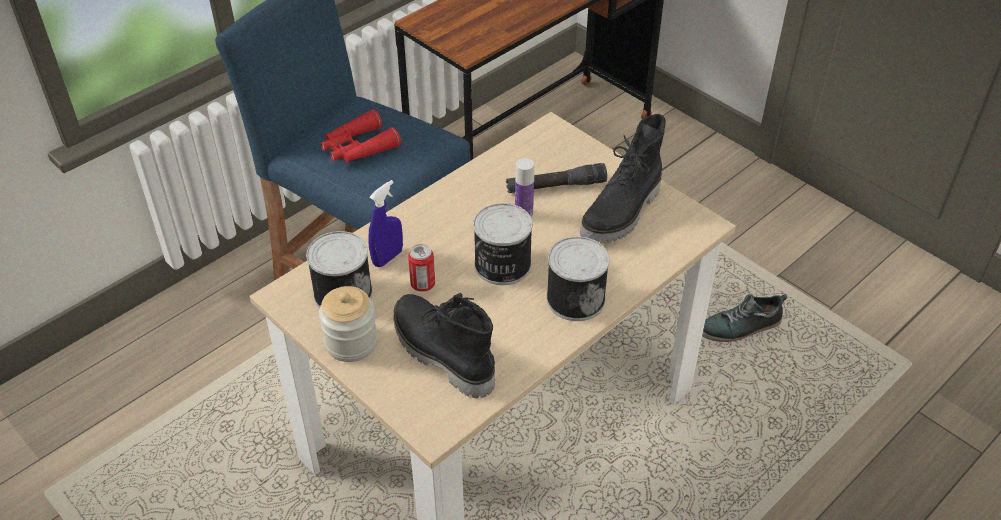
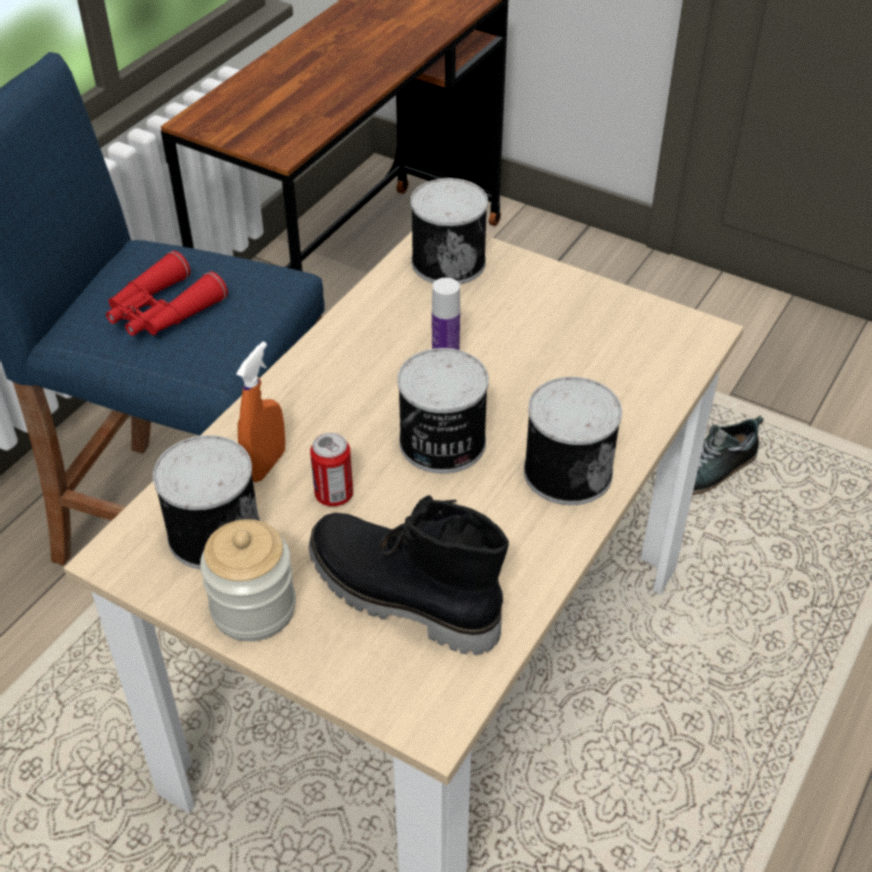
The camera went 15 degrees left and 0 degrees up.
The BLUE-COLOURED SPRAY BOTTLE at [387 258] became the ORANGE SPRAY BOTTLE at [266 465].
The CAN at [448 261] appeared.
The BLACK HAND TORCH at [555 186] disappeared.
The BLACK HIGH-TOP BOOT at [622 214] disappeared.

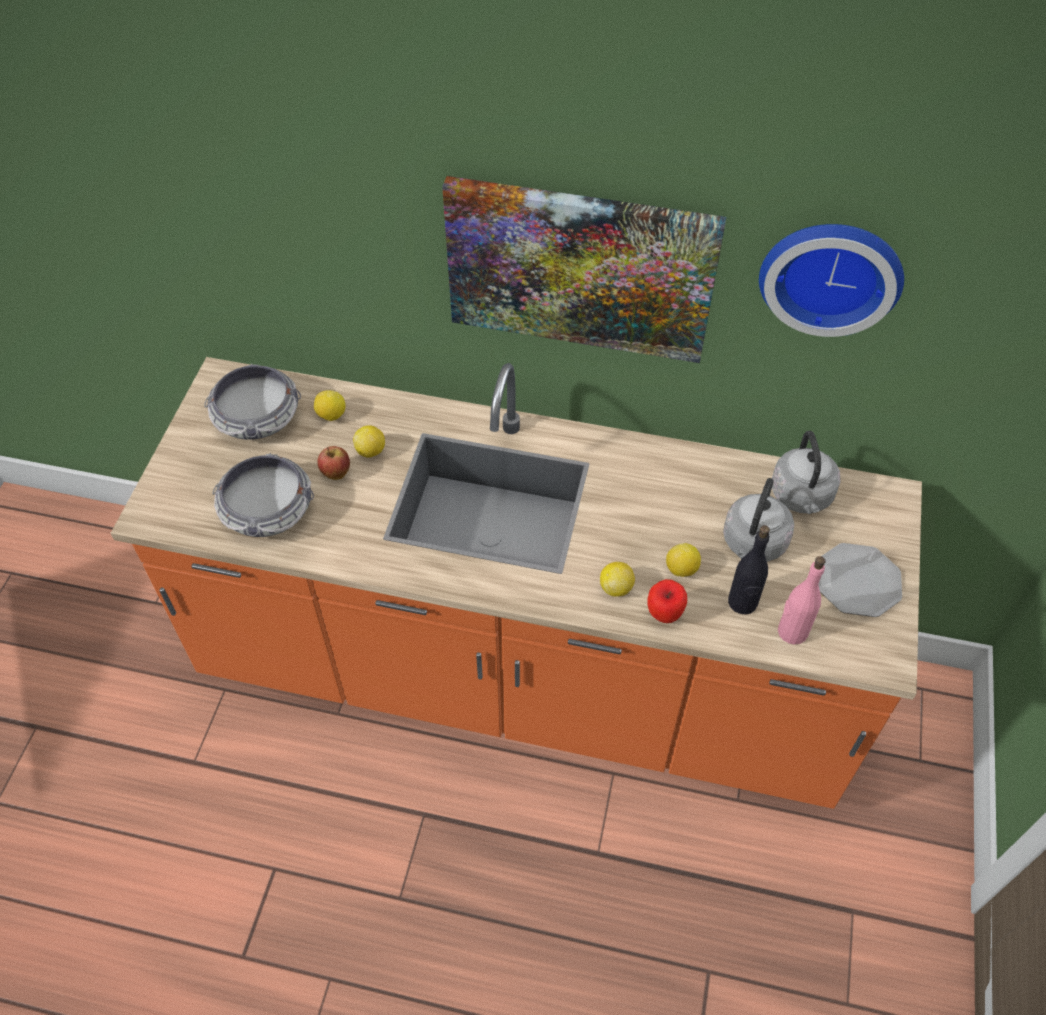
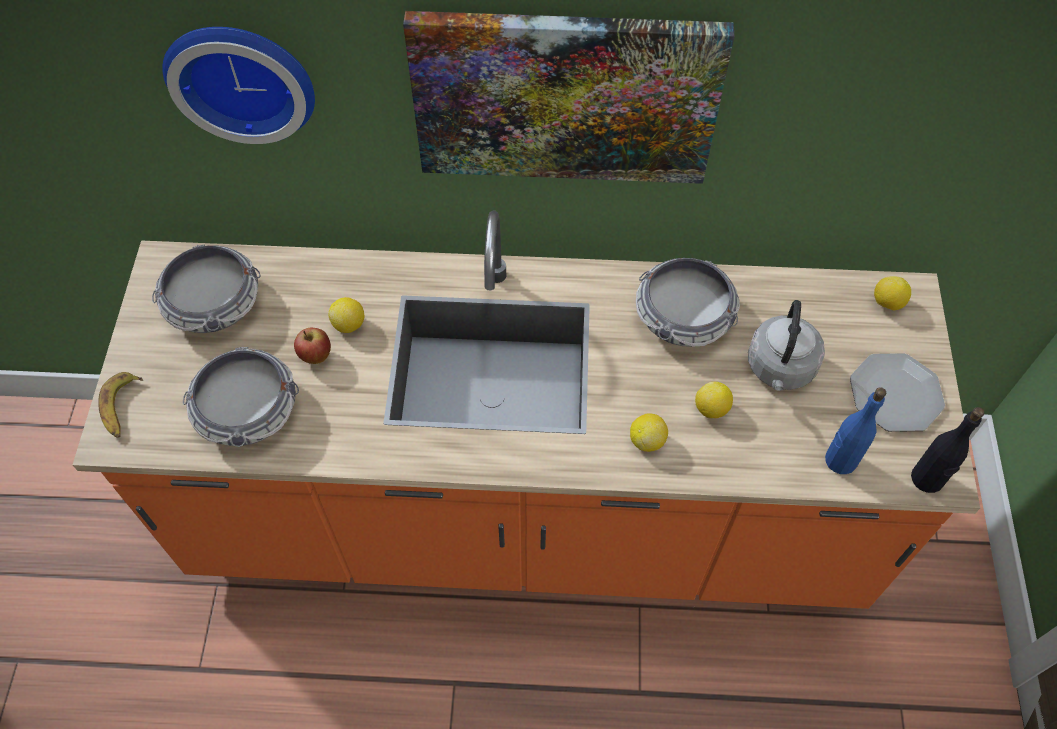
The camera went 10 degrees left and 5 degrees up.
The WHOLE BANANA at [121 408] appeared.
The CLOCK ON THE WALL moved from [831 272] to [242 76].
The BOWL at [684 316] appeared.
The PINK-COLOURED BOTTLE at [792 631] became the BLUE-COLOURED BOTTLE at [840 460].
The LEMON moved from [331 415] to [887 303].
The BLACK BOTTLE moved from [742 602] to [927 479].
The APPLE FRUIT at [664 616] disappeared.
The GREYISH TEA KETTLE at [801 497] disappeared.

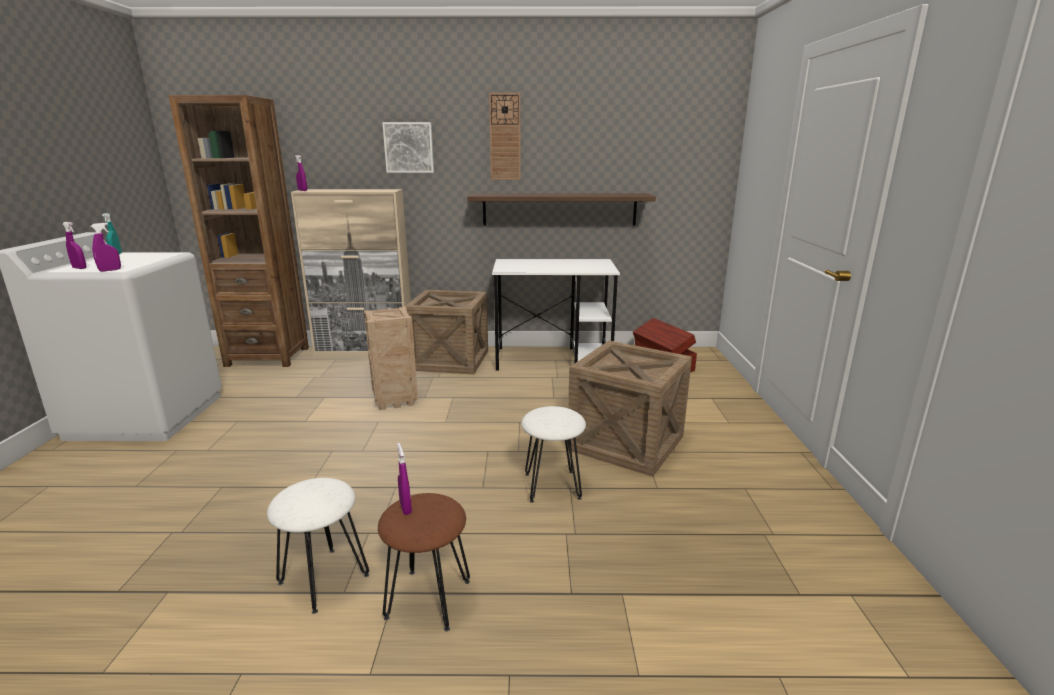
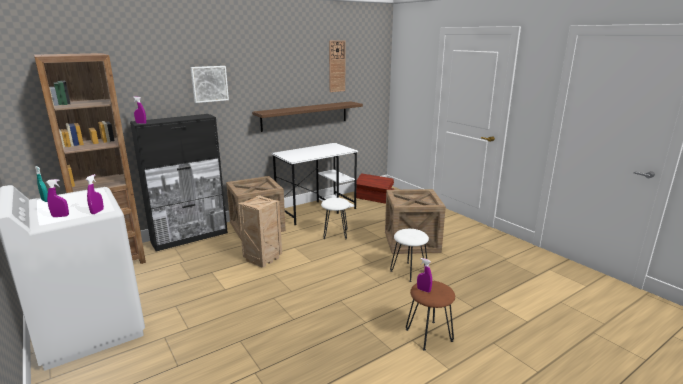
The camera went 35 degrees left and 0 degrees up.
The BEIGE CABINET at [366 353] became the BLACK CABINET at [190 237].
The WHITE STOOL SEAT moved from [323 579] to [335 234].
The CLOCK ON THE WALL moved from [505 137] to [337 66].

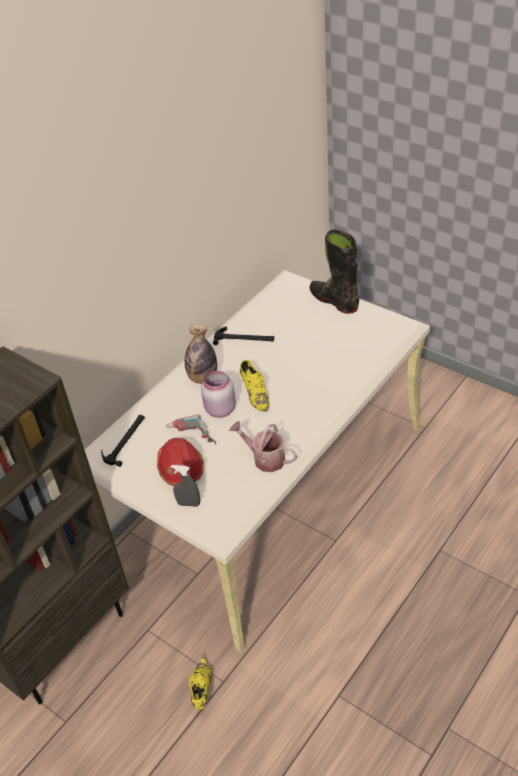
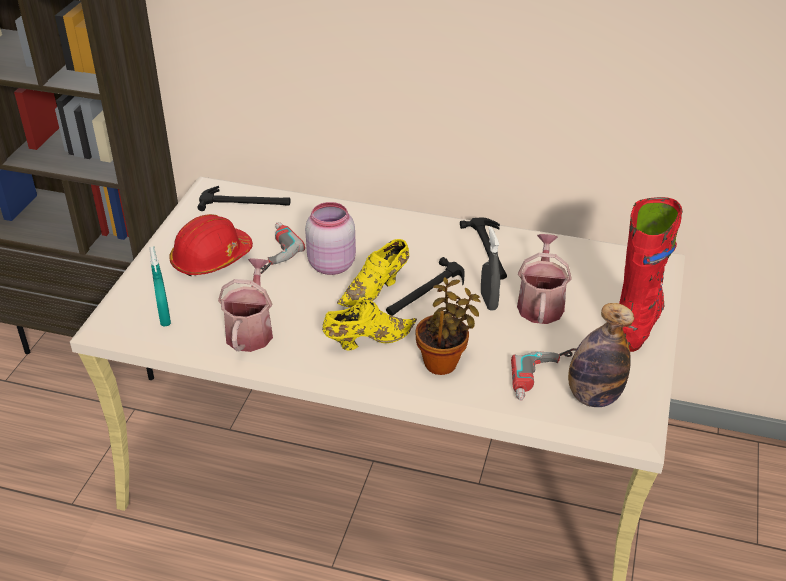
The camera went 65 degrees right and 5 degrees down.
The TURQUOISE SPRAY BOTTLE at [164 317] appeared.
The YELLOW LOW SHOE moved from [201 690] to [366 340].
The HAMMER at [425 292] appeared.
The HOUSEPLANT at [443 362] appeared.
The GREYISH SPRAY BOTTLE moved from [188 504] to [488 301].
The ELECTRIC DRILL at [546 378] appeared.
The WATERING CAN at [540 303] appeared.
The BOTTLE moved from [202 378] to [593 396].
The BLACK HIGH-TOP BOOT at [334 301] became the RED HIGH-TOP BOOT at [637 322].

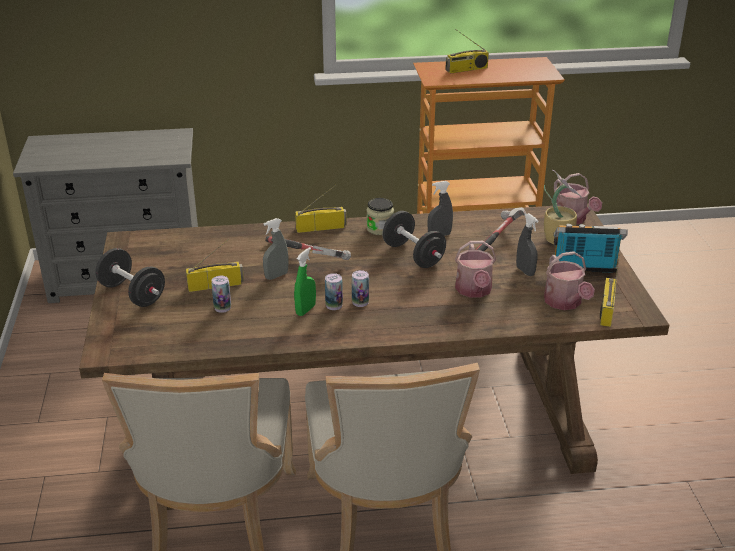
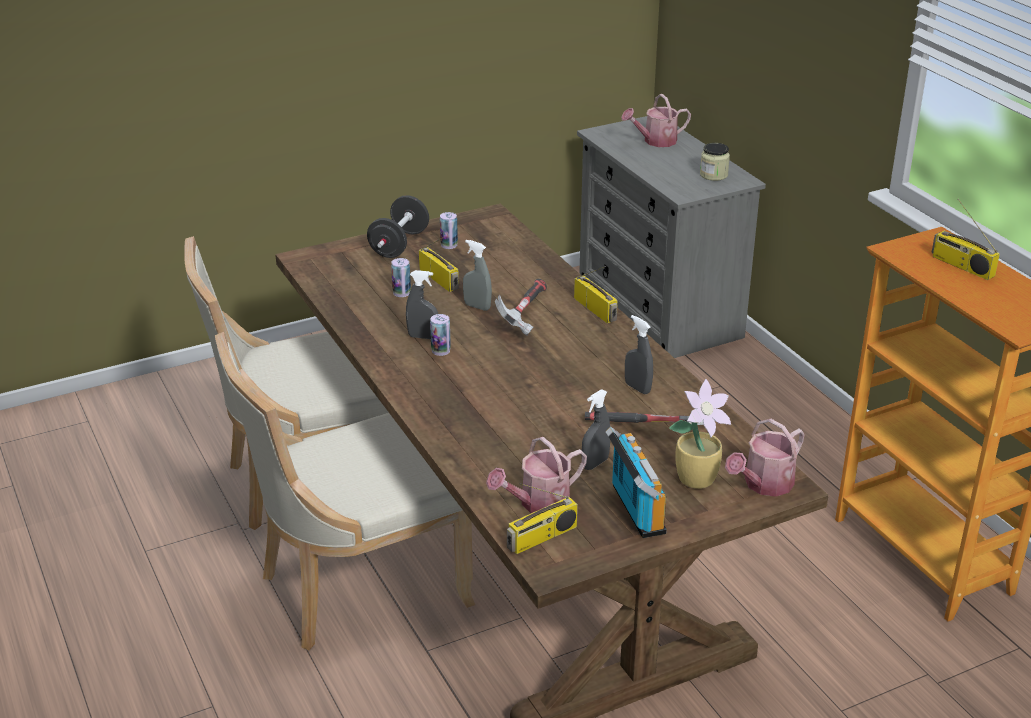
The camera went 70 degrees right and 0 degrees up.
The GREEN-COLOURED SPRAY BOTTLE at [305 310] became the GREYISH SPRAY BOTTLE at [423 337].
The CAN moved from [360 302] to [449 245].
The RADIO at [606 310] turned 150 degrees clockwise.
The WATERING CAN moved from [474 291] to [655 141].
The PRESERVE JAR moved from [380 229] to [713 175].
The BLACK HAND WEIGHT at [413 255] disappeared.

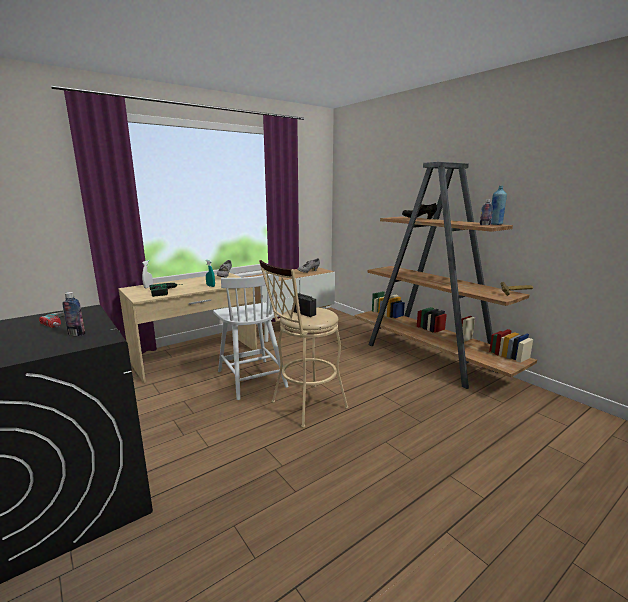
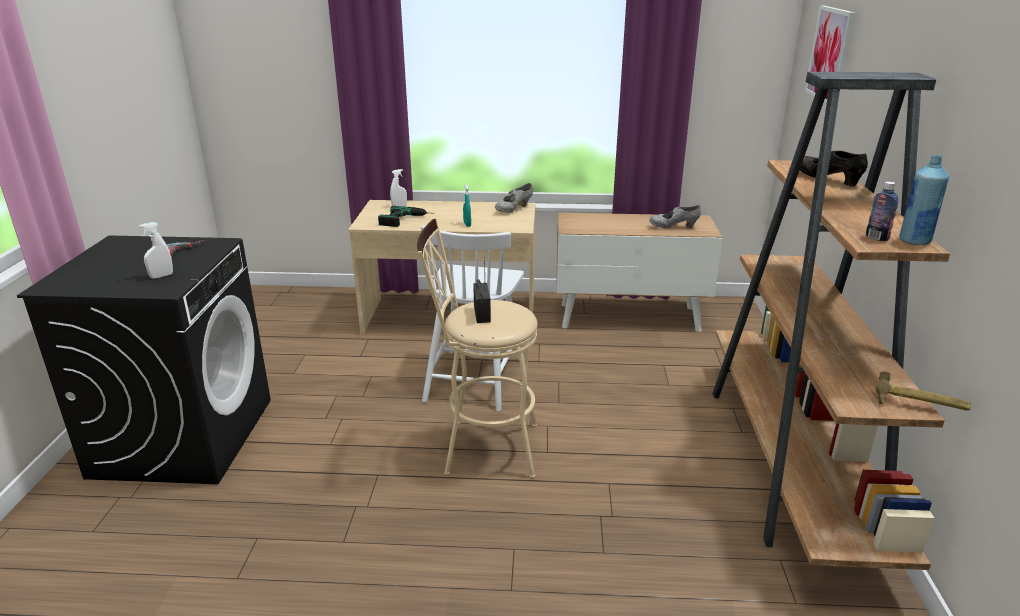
The camera went 40 degrees right and 10 degrees up.
The BOTTLE at [76 334] was replaced by the WHITE SPRAY BOTTLE at [161 276].
The WALL PICTURE at [830 55] appeared.

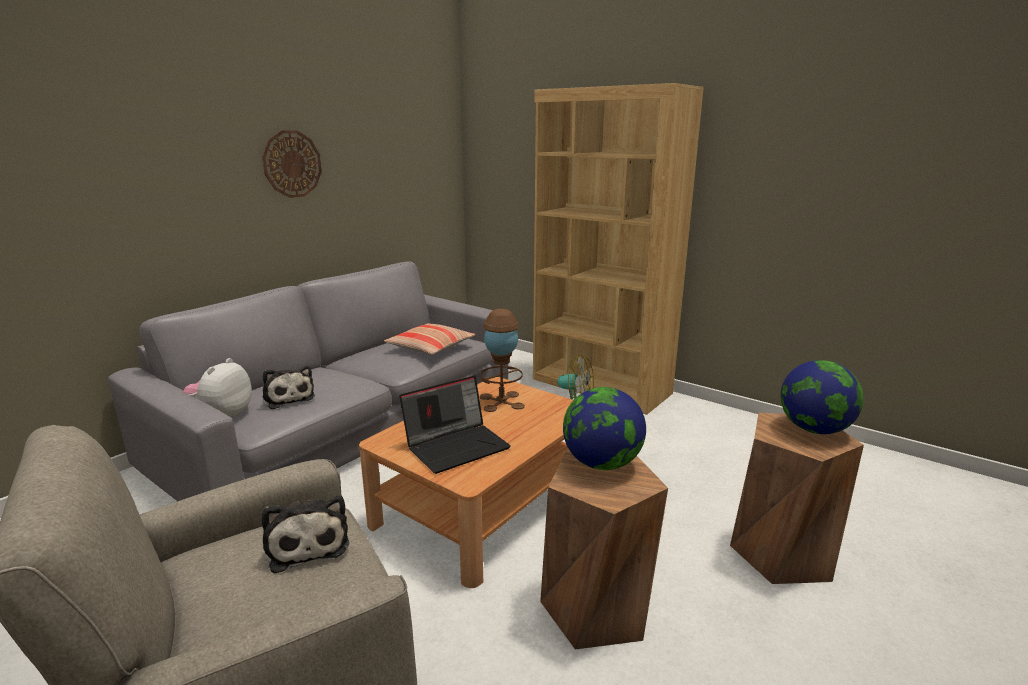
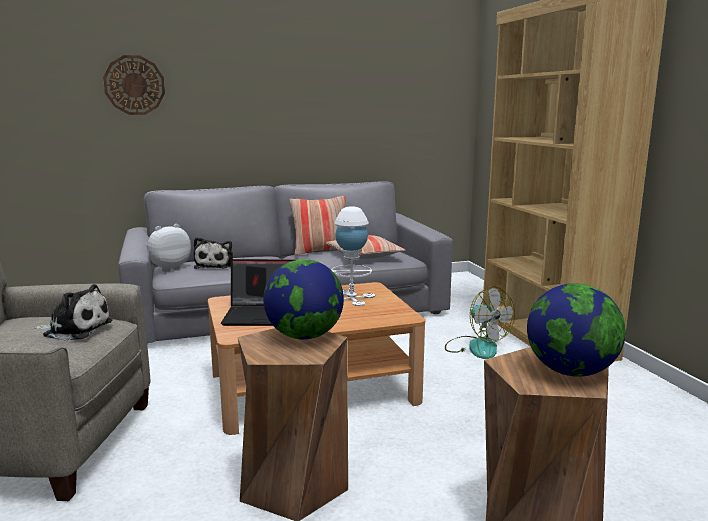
The camera went 35 degrees right and 5 degrees down.
The CUDDLY TOY at [307 543] turned 90 degrees counterclockwise.
The CLOCK ON THE WALL moved from [292 164] to [134 85].
The THROW PILLOW at [321 251] appeared.
The BROWNISH TABLE LAMP at [501 401] became the WHITE TABLE LAMP at [351 298].

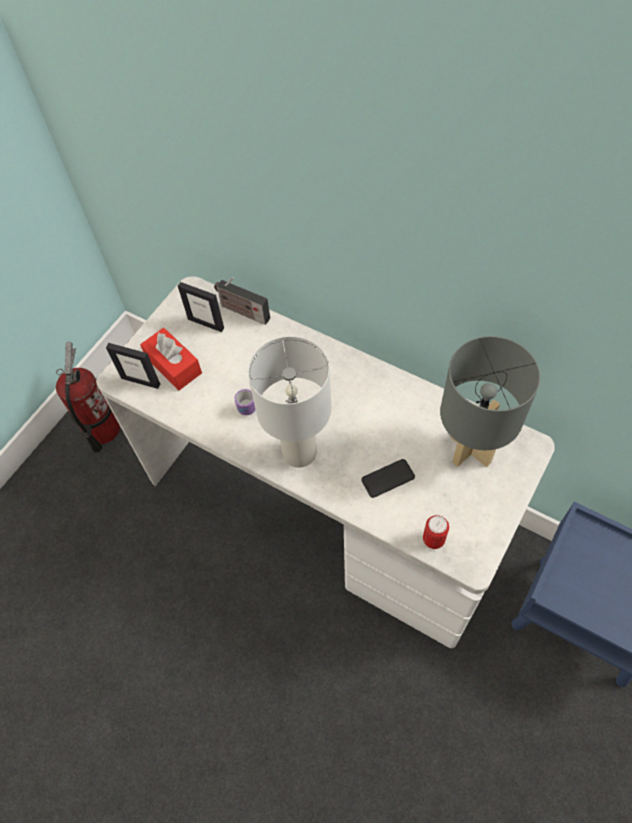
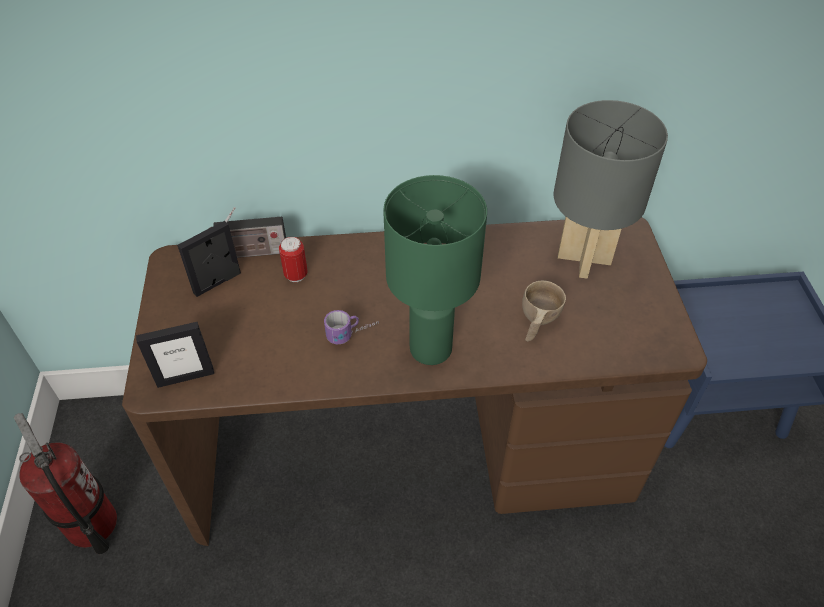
The camera went 40 degrees left and 10 degrees down.
The WHITE DESK UNIT at [324 504] became the BROWNISH DESK UNIT at [411 448].
The STANDING FRAME at [206 323] turned 150 degrees clockwise.
The CAN moved from [433 540] to [296 275].
The WHITE TABLE LAMP at [298 452] became the GREEN-COLOURED TABLE LAMP at [429 348].
The PHONE at [388 478] was replaced by the BEIGE CUP at [537 322].
The RED BOX OF TISSUES at [173 365] disappeared.

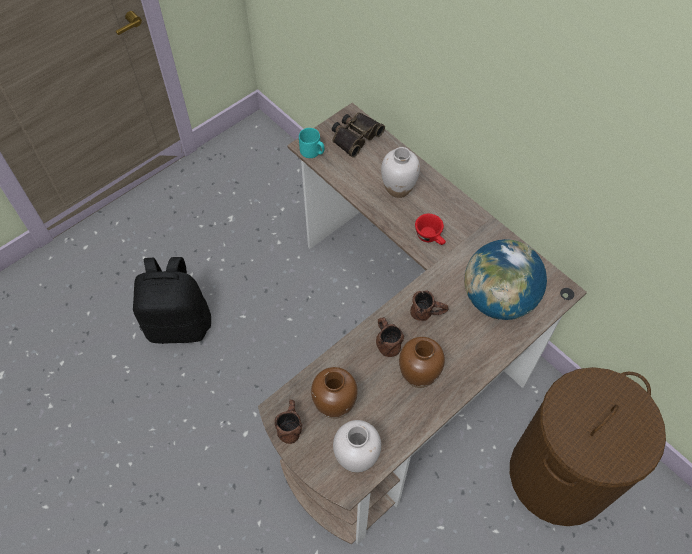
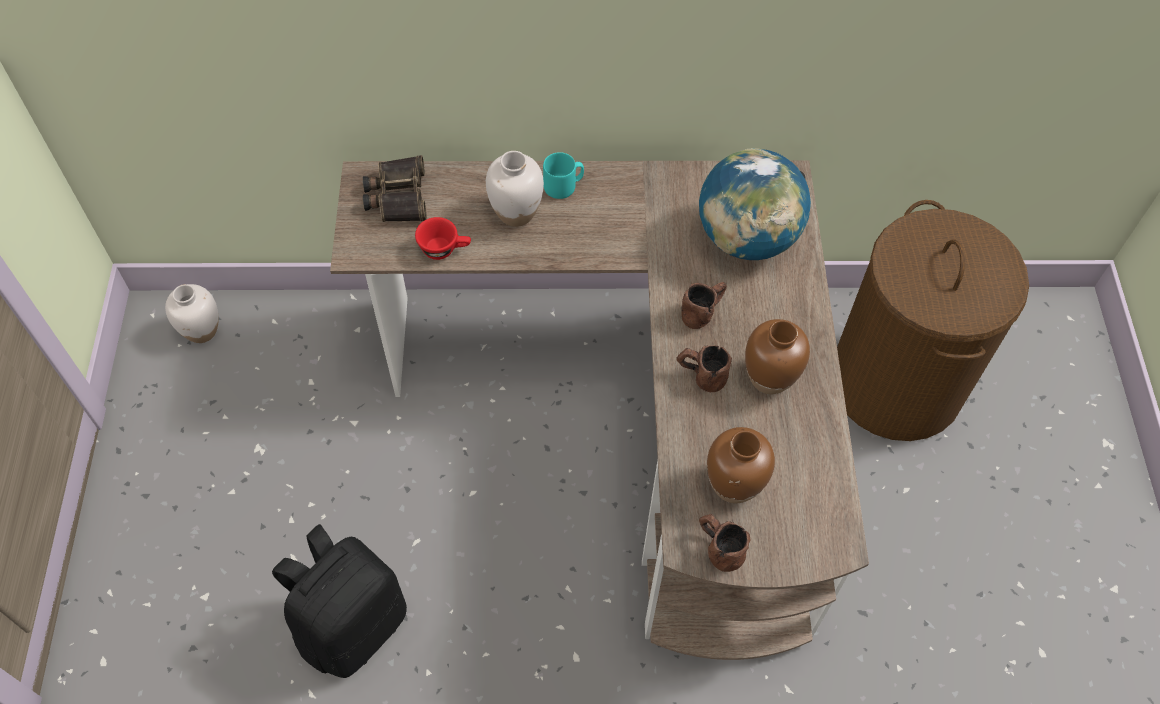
The camera went 50 degrees left and 0 degrees up.
The WHITE DECORATIVE VASE moved from [356 457] to [201 331].
The RED CUP moved from [430 237] to [444 249].
The TURQUOISE MUG moved from [312 152] to [563 186].

